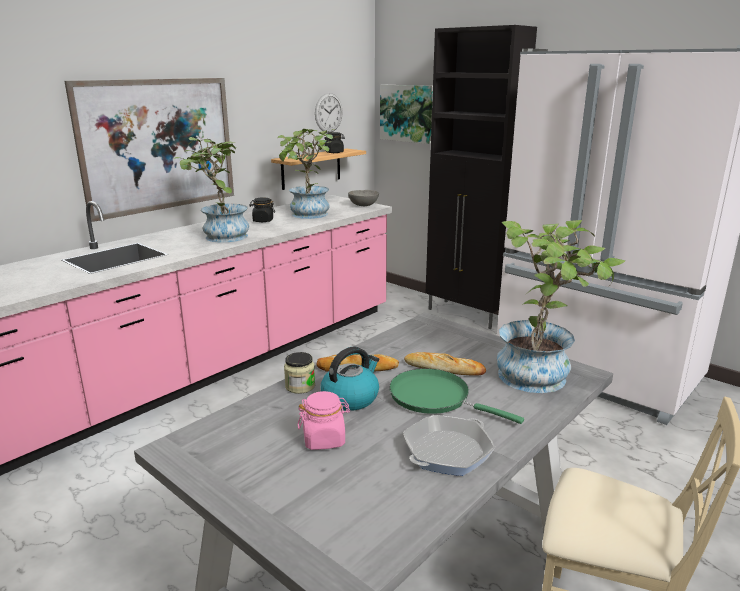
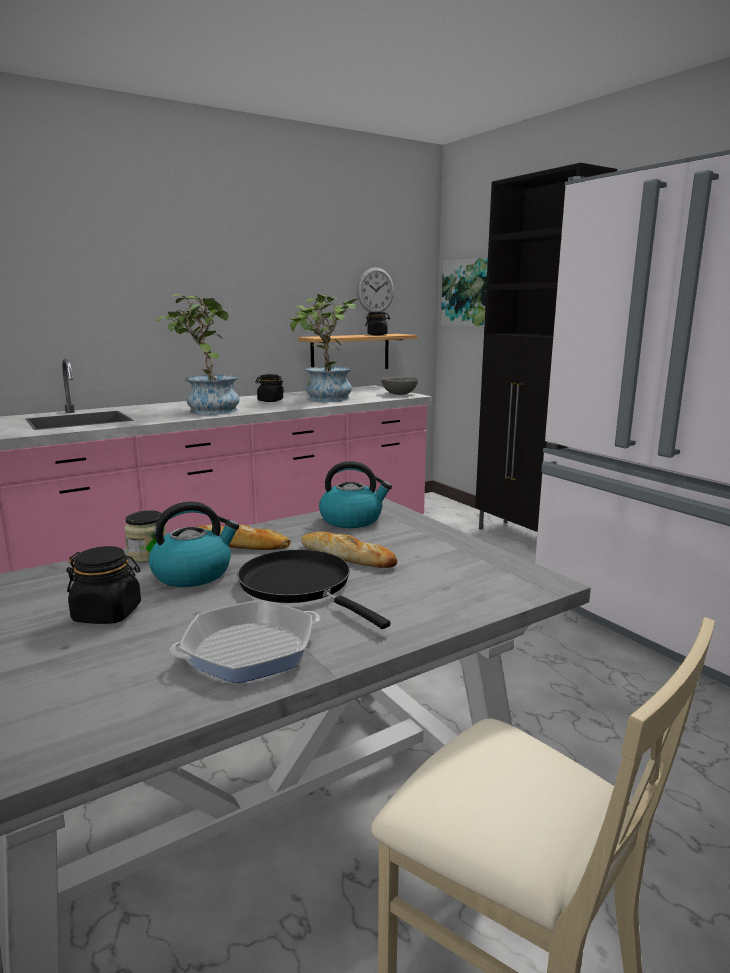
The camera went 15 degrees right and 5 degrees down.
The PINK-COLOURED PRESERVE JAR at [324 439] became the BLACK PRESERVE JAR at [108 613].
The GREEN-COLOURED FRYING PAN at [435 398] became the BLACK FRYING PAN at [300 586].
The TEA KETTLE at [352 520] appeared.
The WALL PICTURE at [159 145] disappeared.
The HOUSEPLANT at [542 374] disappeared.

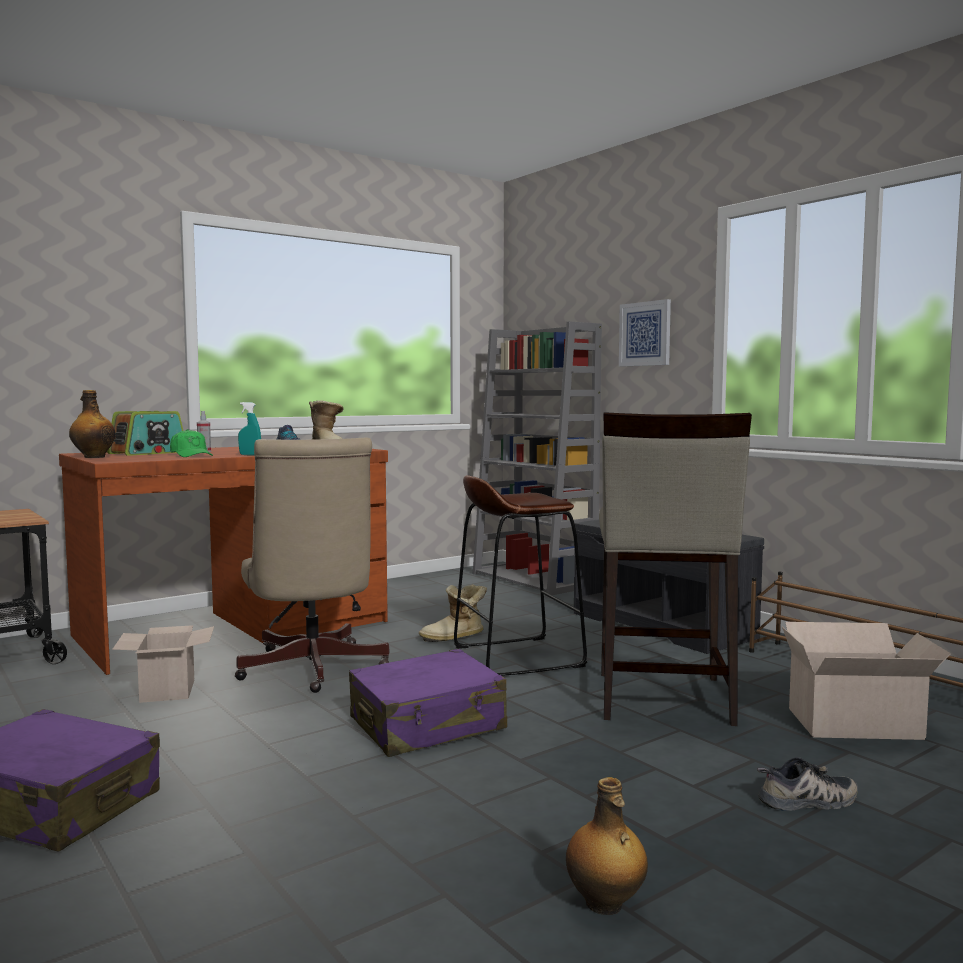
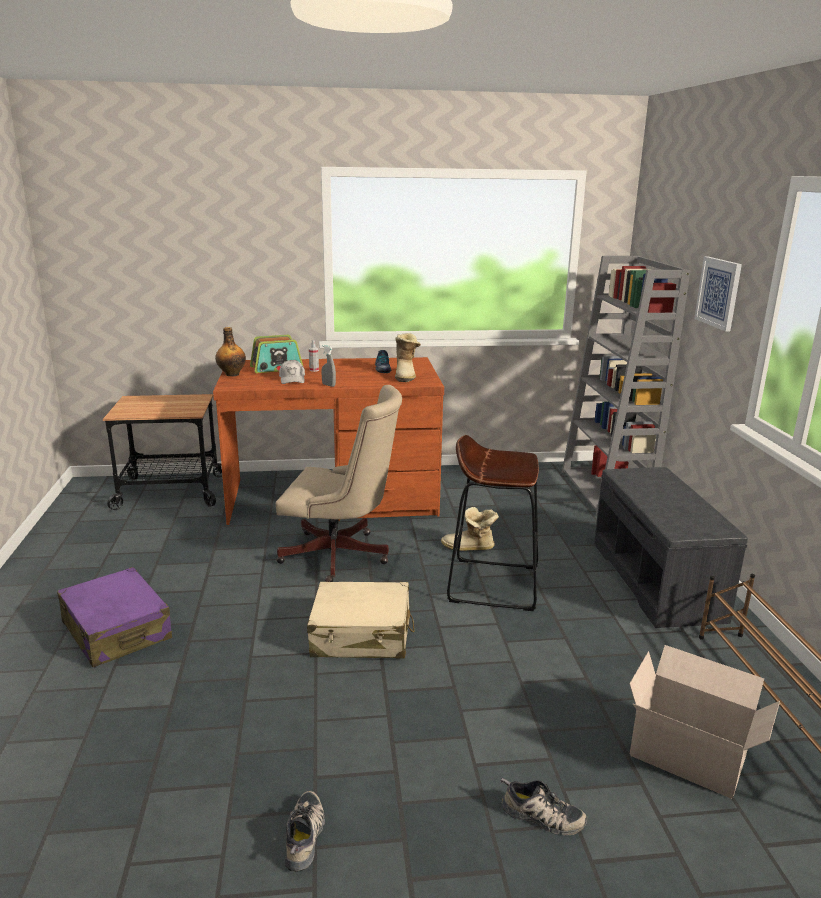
The camera went 30 degrees right and 15 degrees up.
The BEIGE DESK CHAIR at [312 671] turned 90 degrees counterclockwise.
The GREEN-COLOURED PEAKED CAP at [191 455] became the WHITE PEAKED CAP at [292 379].
The BOTTLE at [605 904] was replaced by the LOW SHOE at [306 836].
The PURPLISH PIECE OF LUGGAGE at [427 725] became the BEIGE PIECE OF LUGGAGE at [361 635].
The TURQUOISE SPRAY BOTTLE at [250 455] became the GREYISH SPRAY BOTTLE at [328 385].
The CARDBOARD BOX at [166 690] disappeared.
The BEIGE STOOL SEAT at [662 698] disappeared.

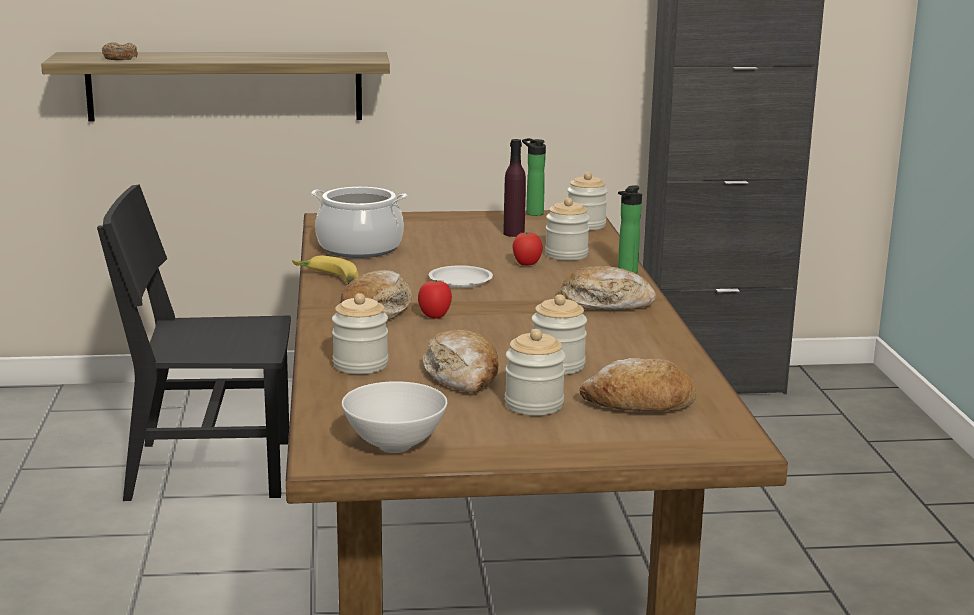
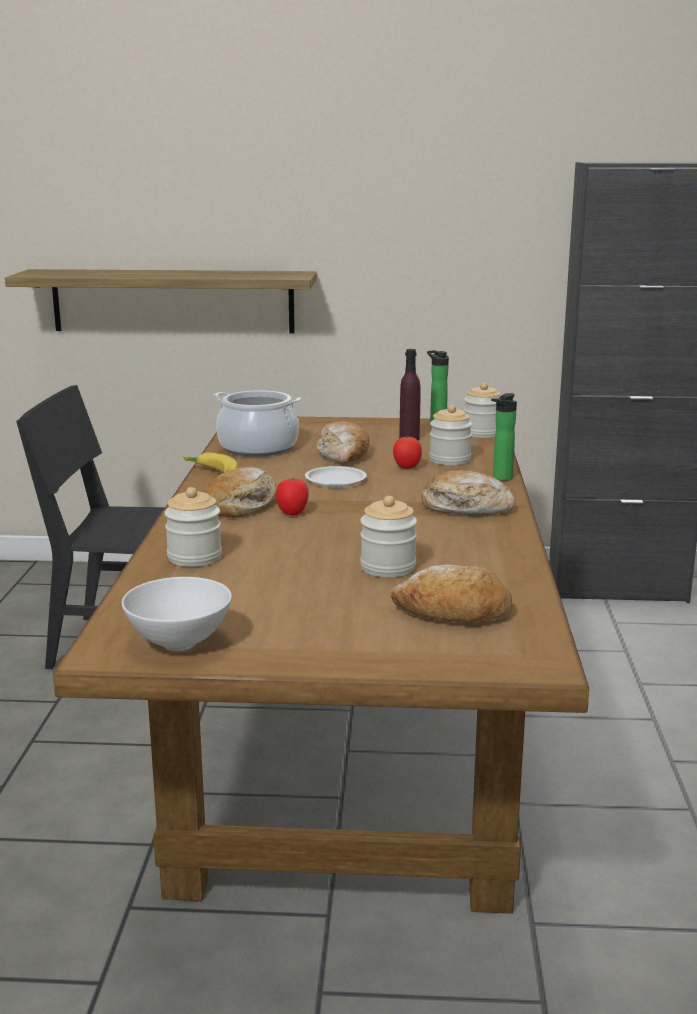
The camera went 10 degrees right and 0 degrees up.
The BAKERY BREAD moved from [462 377] to [343 455].
The DOUGHNUT at [120 58] disappeared.
The PRESERVE JAR at [534 405] disappeared.

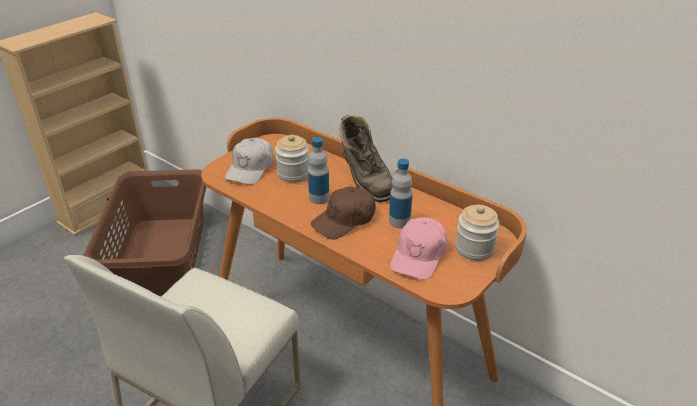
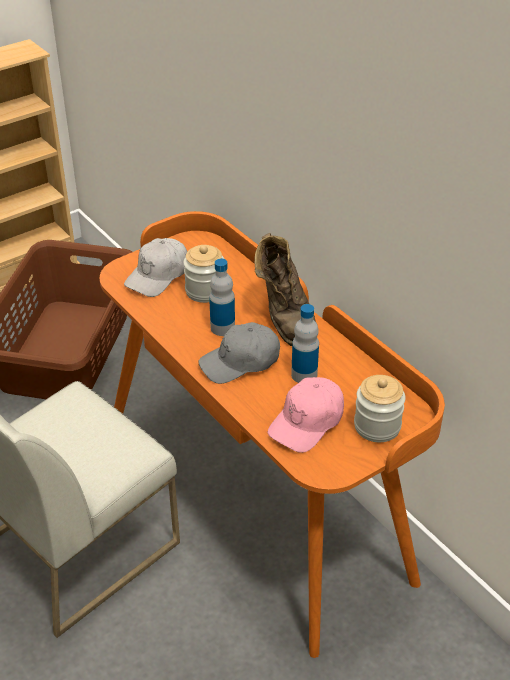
The camera went 15 degrees right and 5 degrees up.
The BROWNISH PEAKED CAP at [344 220] became the GREYISH PEAKED CAP at [240 362].

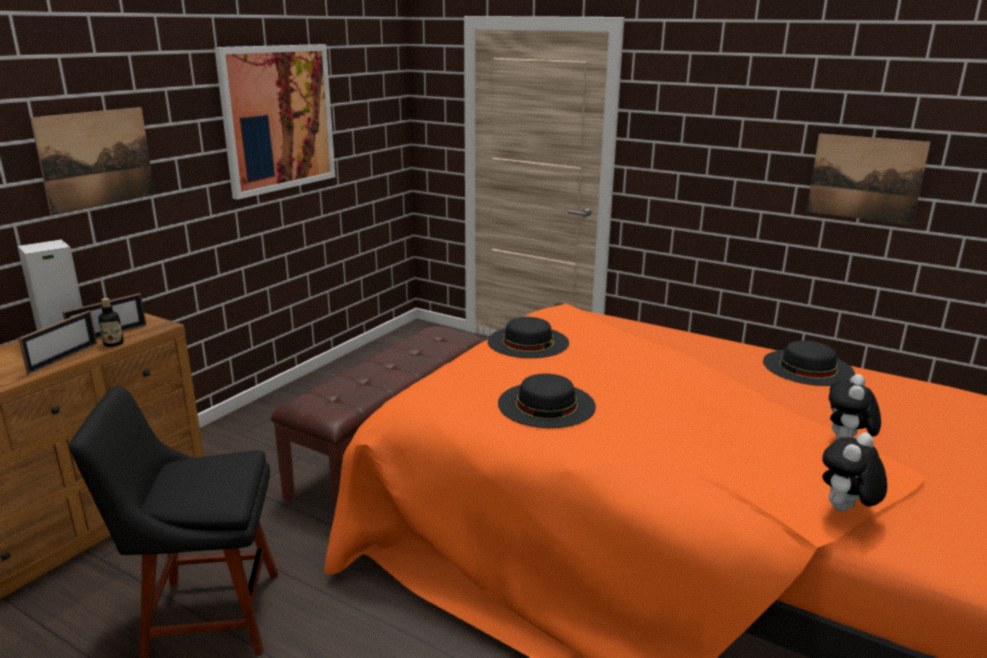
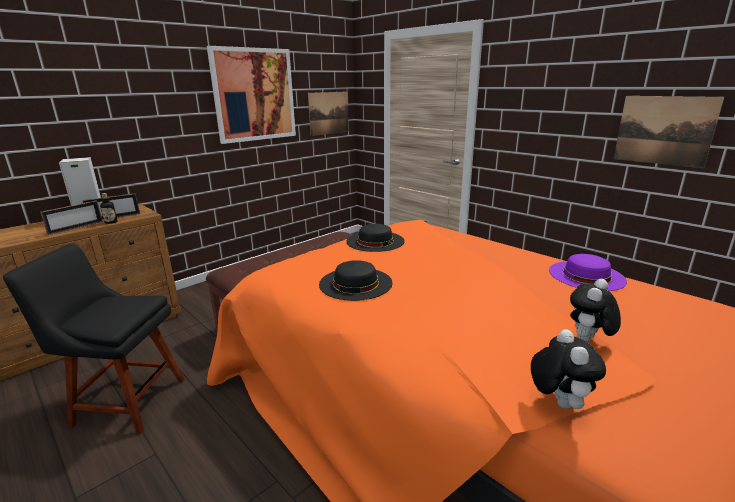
The camera went 15 degrees right and 0 degrees up.
The WALL PICTURE moved from [97 159] to [328 113].
The CUDDLY TOY at [845 511] turned 120 degrees clockwise.
The BLACK HAT at [808 367] became the PURPLISH HAT at [586 275].

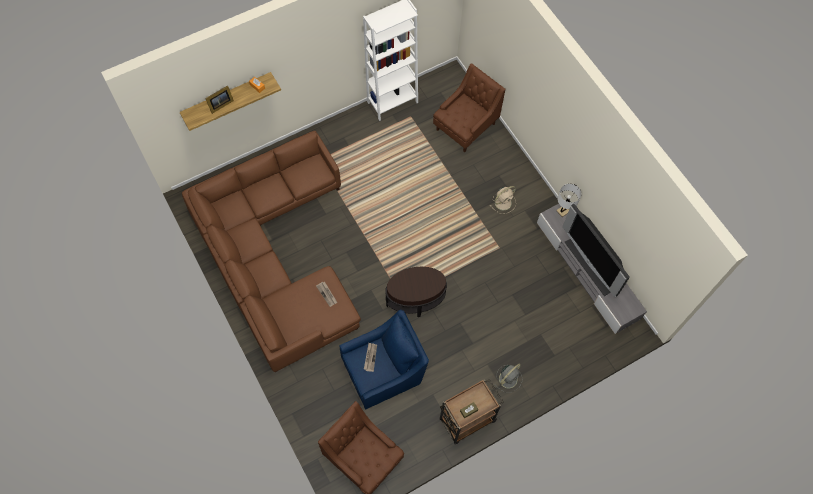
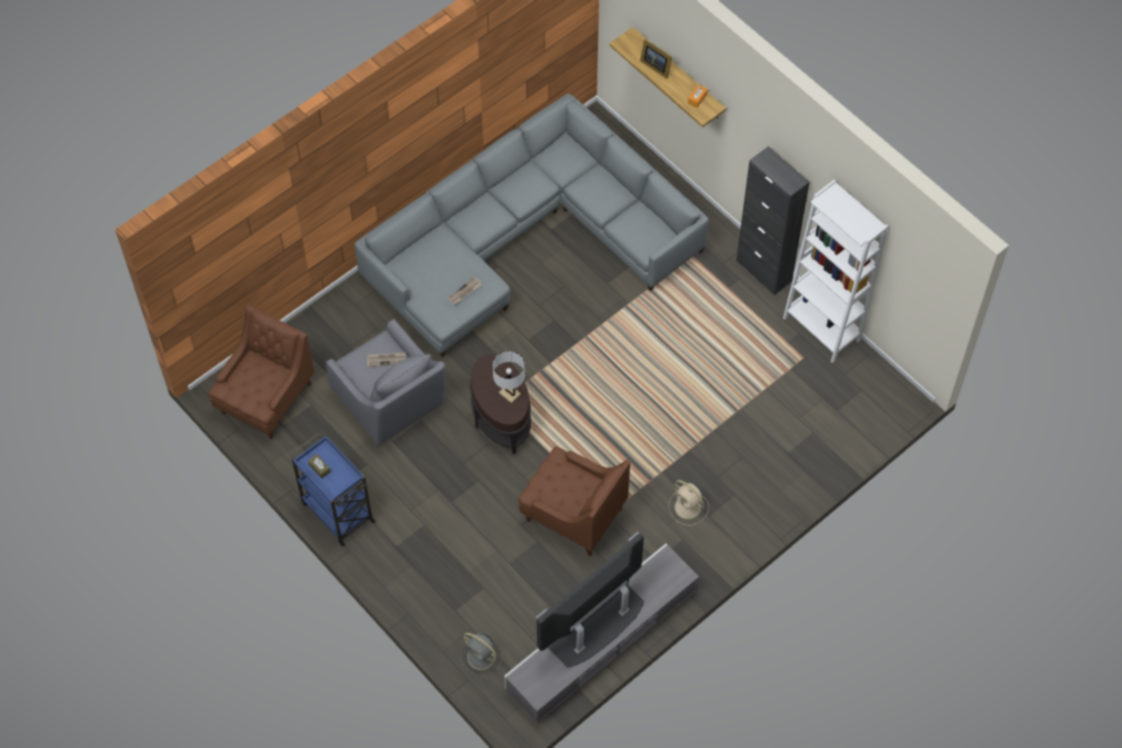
The camera went 80 degrees right and 5 degrees down.
The BROWNISH WHEELED CART at [466 421] became the BLUE-COLOURED WHEELED CART at [337 511].
The BLUE-COLOURED LOUNGE CHAIR at [384 370] became the GREYISH LOUNGE CHAIR at [390 400].
The BROWNISH SETTEE at [275 257] became the GREYISH SETTEE at [525 239].
The GREYISH FAN moved from [508 378] to [482 658].
The WHITE TABLE LAMP moved from [563 211] to [509 393].
The BROWNISH LOUNGE CHAIR moved from [465 127] to [573 514].
The BLACK CABINET at [764 271] appeared.

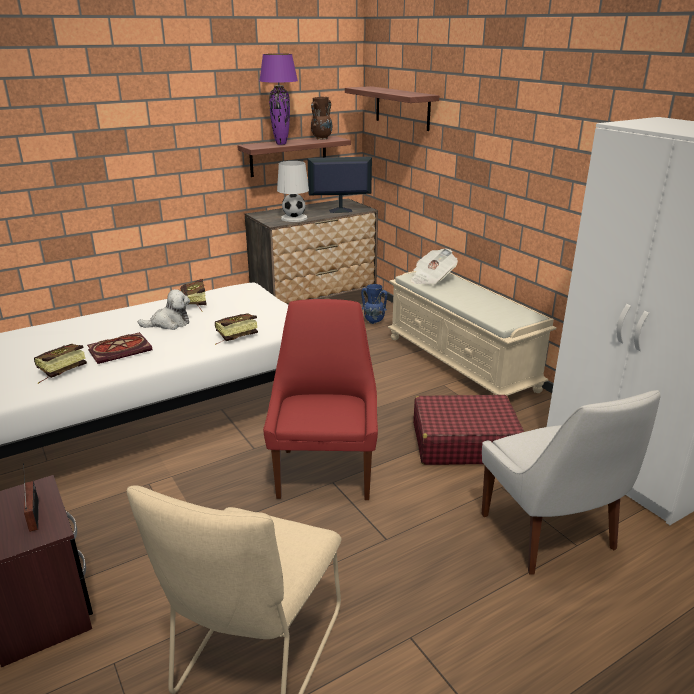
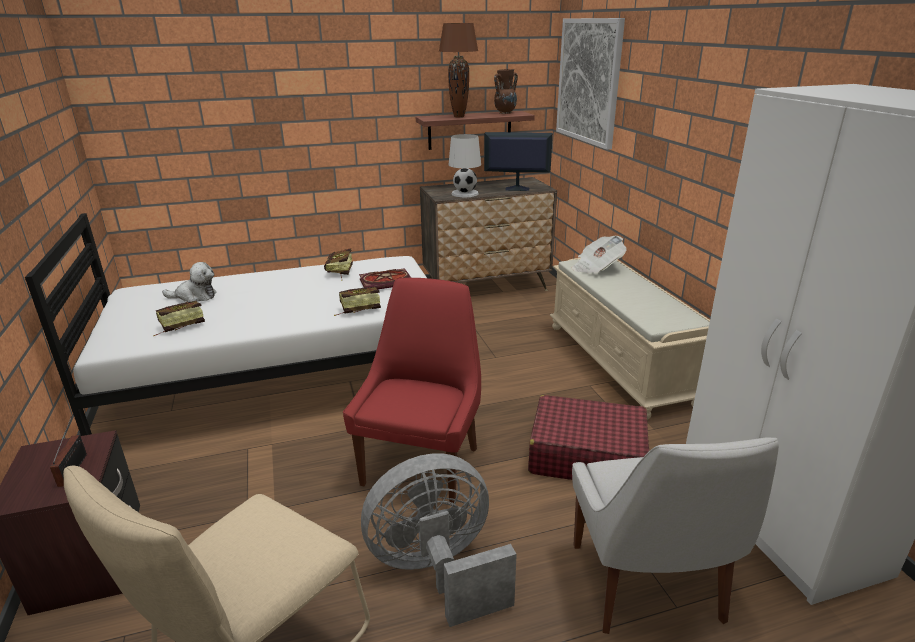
The camera went 15 degrees right and 0 degrees up.
The CUDDLY TOY moved from [169 323] to [195 296].
The VOLUME moved from [121 350] to [387 281].
The GREYISH FAN at [438 571] appeared.
The PURPLISH TABLE LAMP at [281 144] became the BROWNISH TABLE LAMP at [459 116].
The SHELF at [402 108] was replaced by the WALL PICTURE at [588 81].
The BLUE-COLOURED DECORATIVE VASE at [373 321] disappeared.

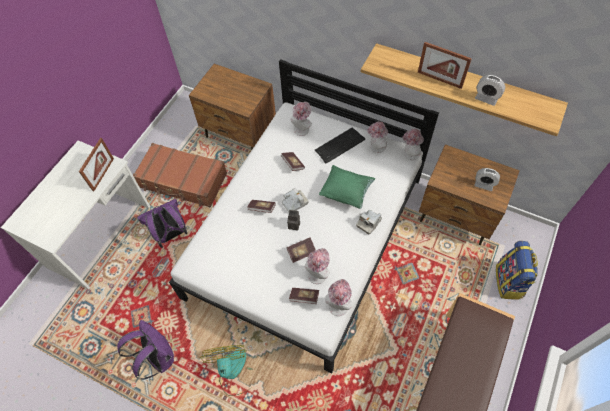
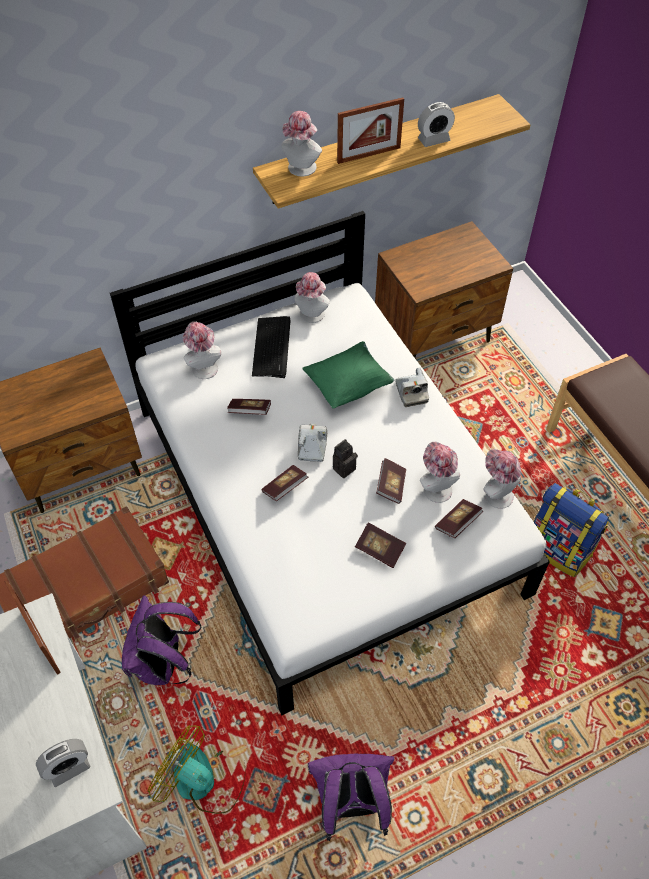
The camera went 55 degrees left and 5 degrees down.
The TABLE CLOCK moved from [484 185] to [68 767].
The FAN moved from [234 372] to [204 780].
The HAT moved from [409 154] to [301 170].
The VOLUME at [379 550] appeared.
The BACKPACK moved from [509 282] to [559 549].

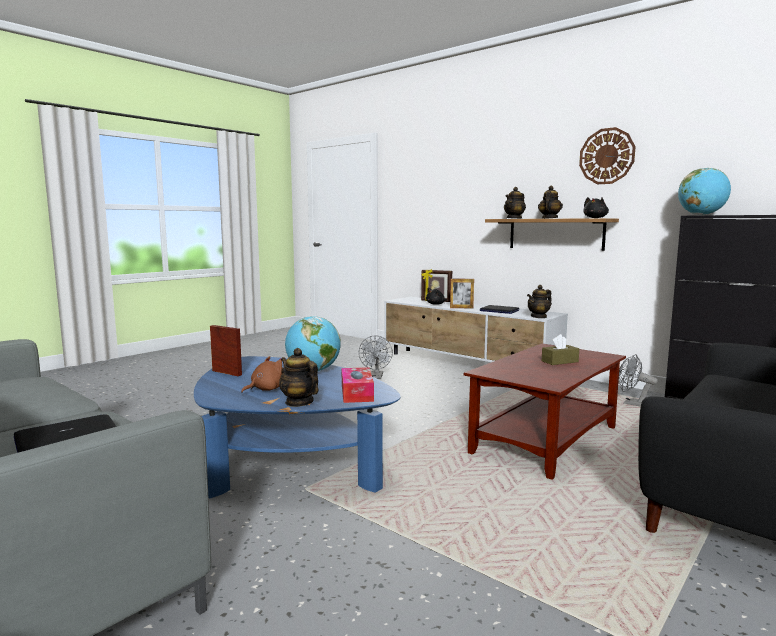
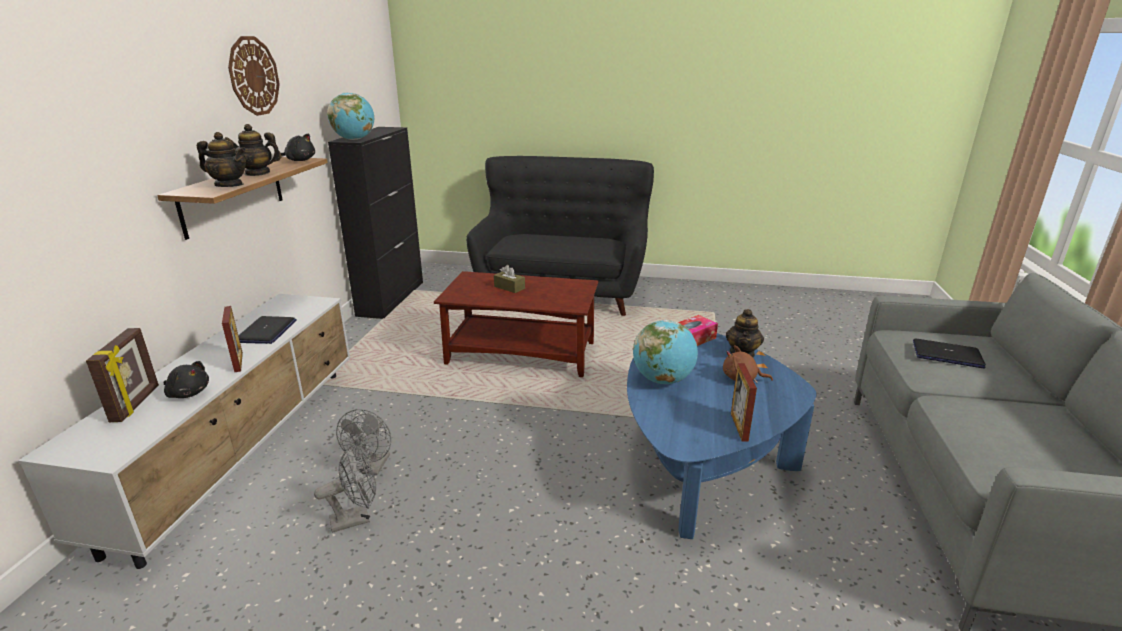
The camera went 120 degrees left and 15 degrees up.
The GREYISH FAN moved from [632 404] to [373 468].
The TEAPOT at [539 316] disappeared.

